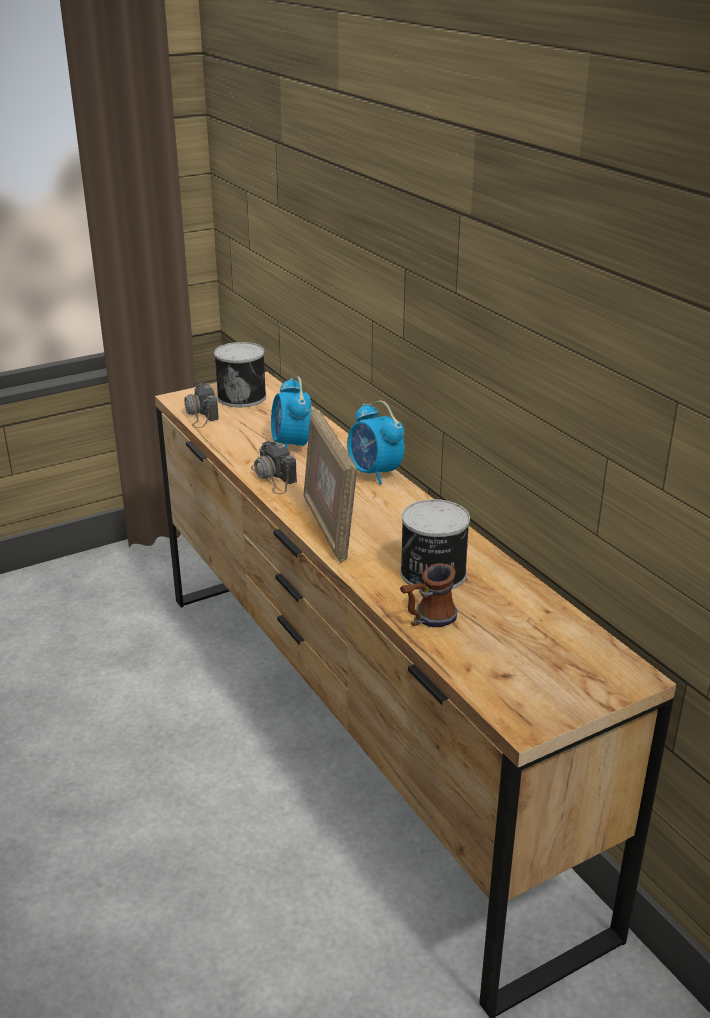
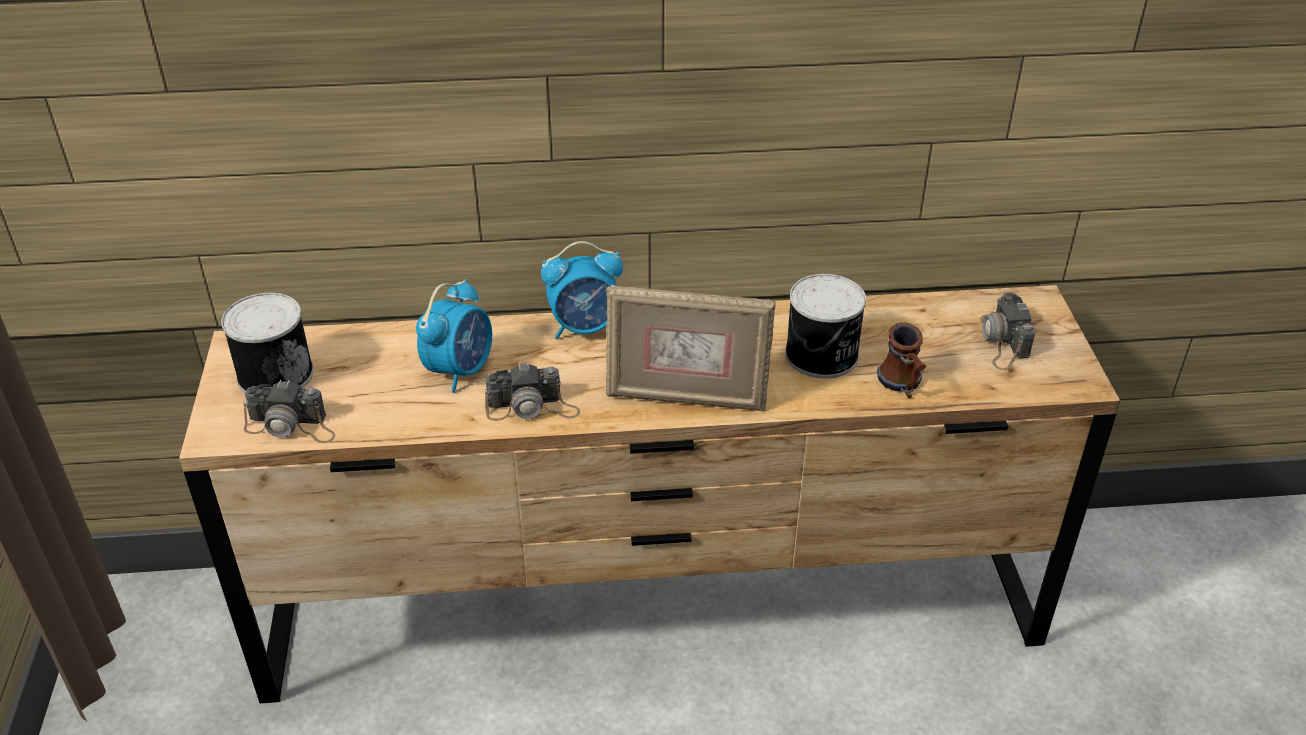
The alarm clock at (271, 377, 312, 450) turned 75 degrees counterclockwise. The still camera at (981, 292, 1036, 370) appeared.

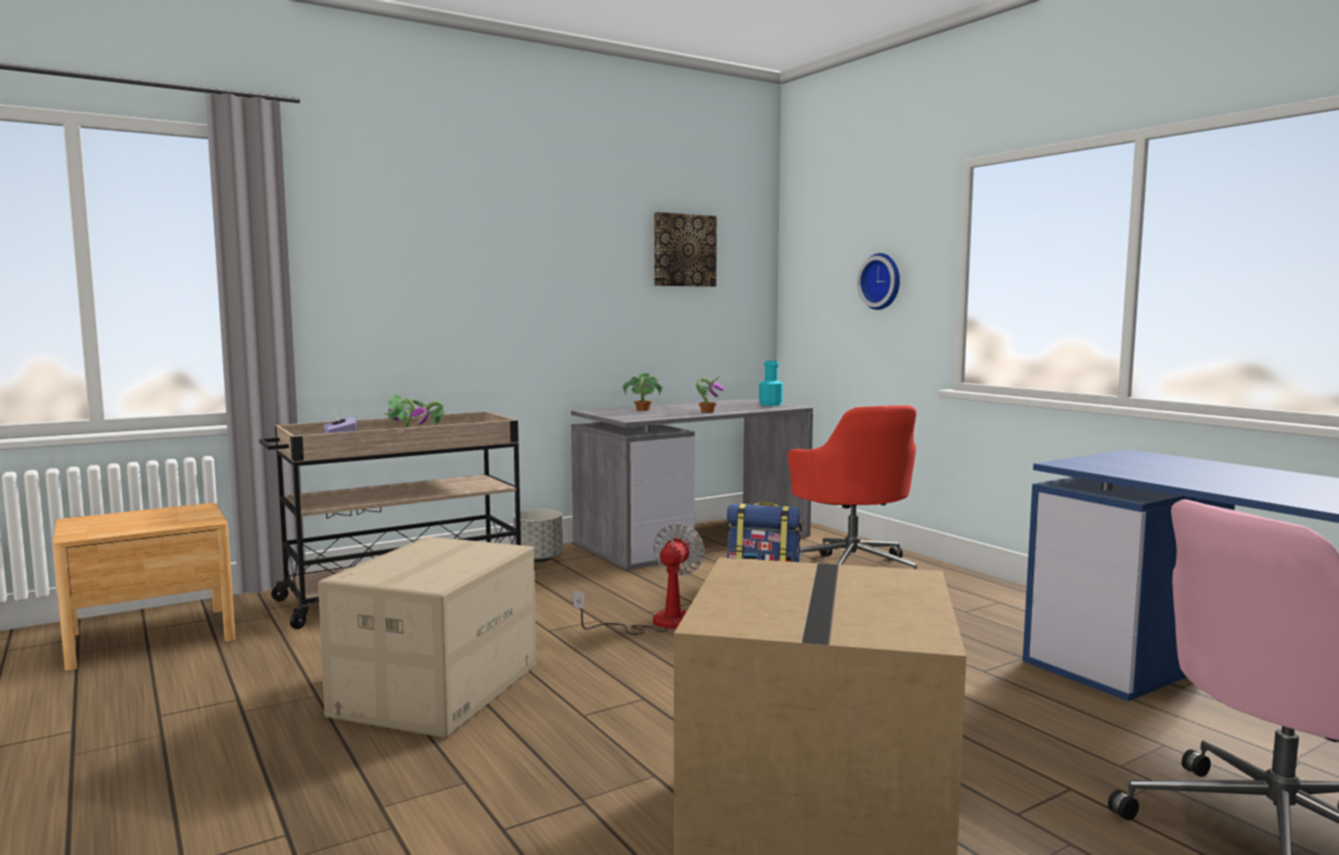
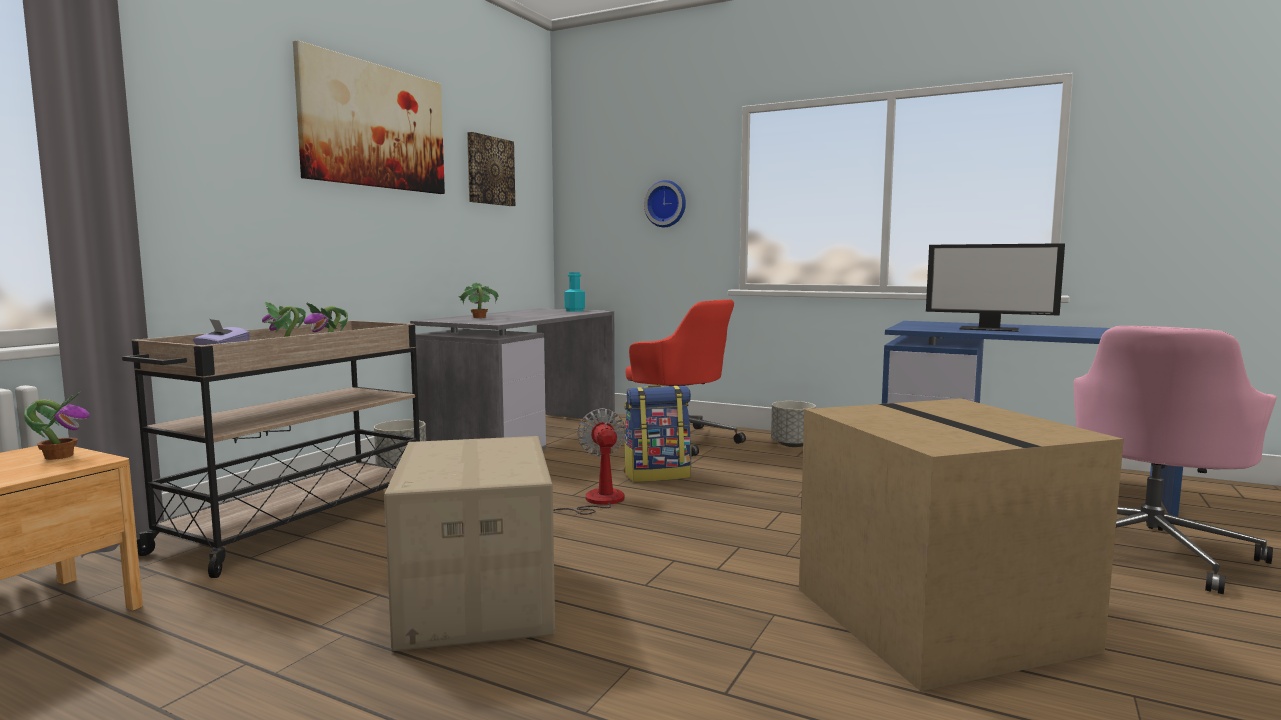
The houseplant moved from (696, 374, 724, 412) to (24, 390, 90, 460). The picture at (293, 40, 445, 194) appeared. The monitor at (926, 243, 1065, 332) appeared. The flower pot (gray) at (771, 401, 816, 447) appeared.

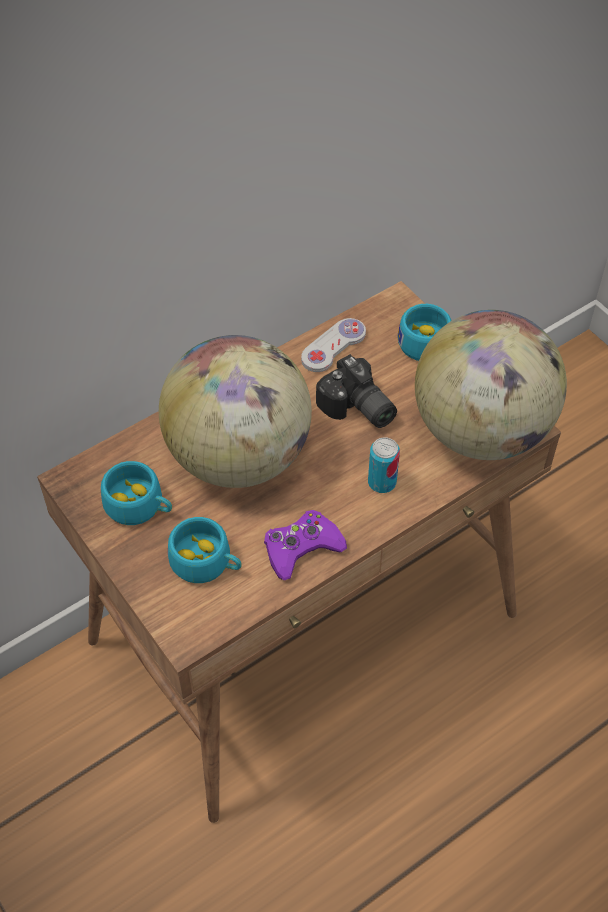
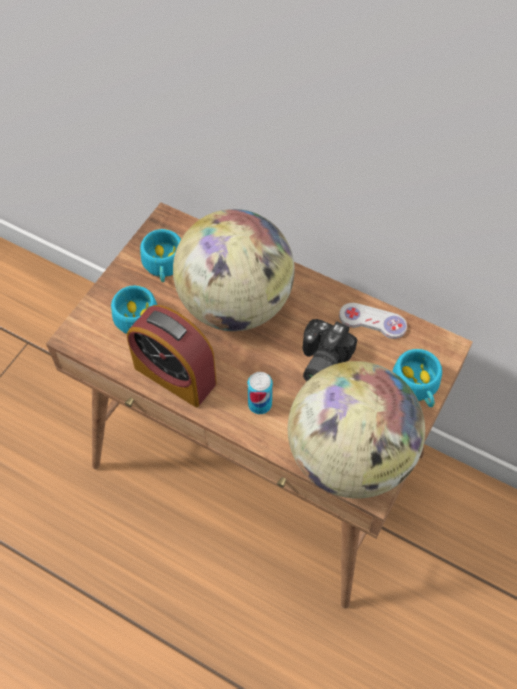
The joypad (purple-coloured) at (264, 510, 347, 580) was replaced by the alarm clock at (127, 305, 217, 407).

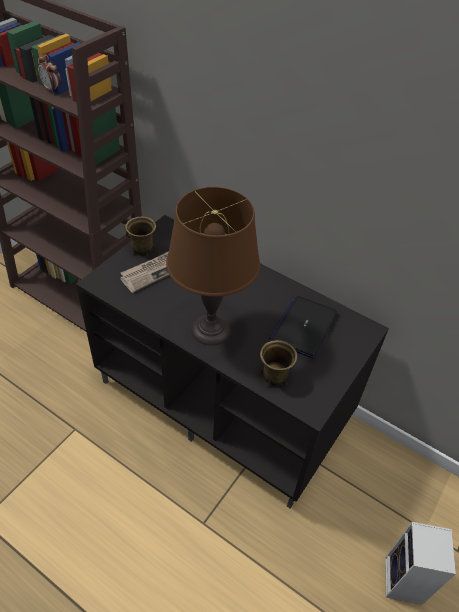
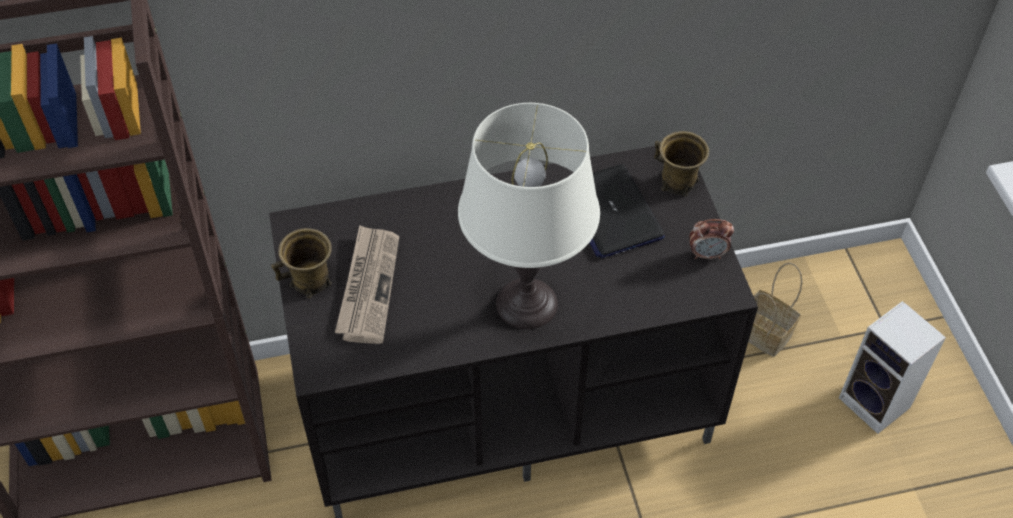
The alarm clock moved from (38, 53, 61, 94) to (690, 219, 734, 259). The lamp for a table (brown) at (166, 187, 260, 345) became the lamp for a table (whitish) at (458, 103, 600, 329). The mug (brown) moved from (260, 340, 297, 386) to (654, 131, 709, 196). The basket at (748, 263, 802, 357) appeared.

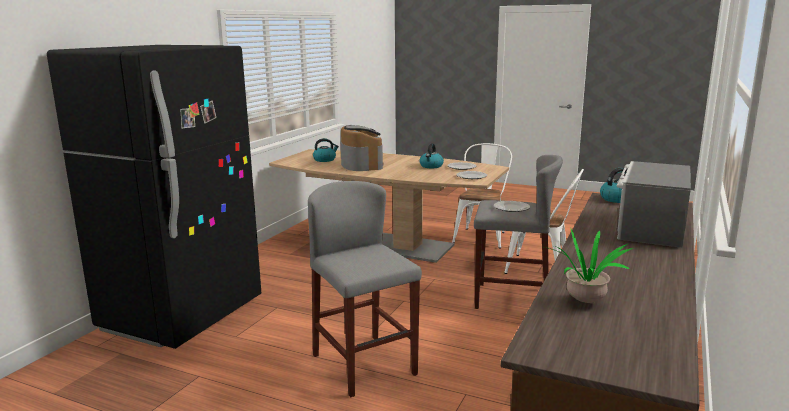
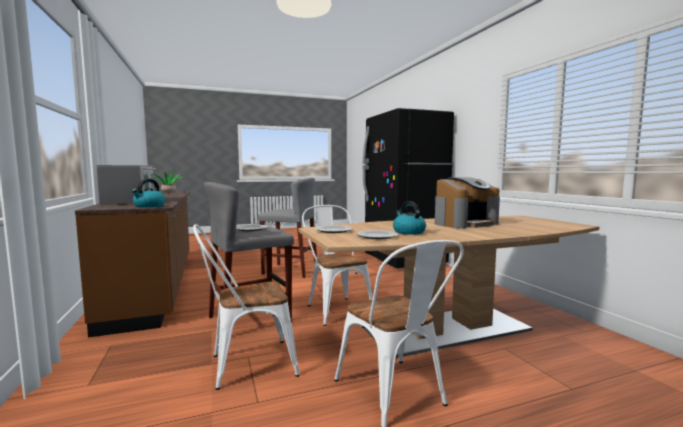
The coffee maker at (341, 125, 384, 171) turned 60 degrees counterclockwise. The kettle at (313, 138, 339, 162) disappeared. The plain chair (whitish) at (302, 205, 373, 326) appeared.

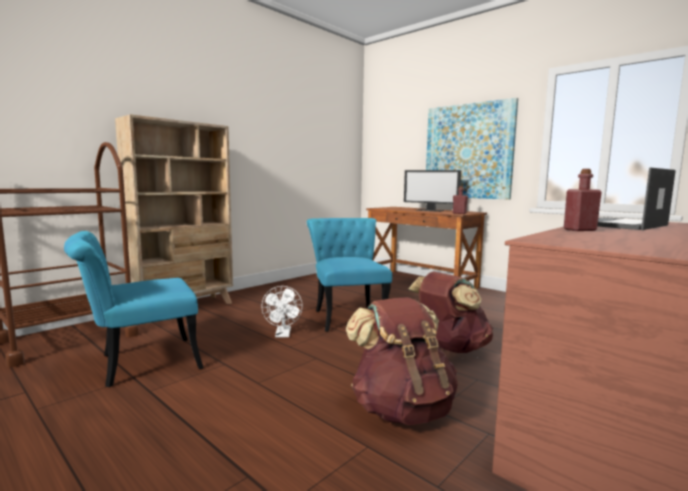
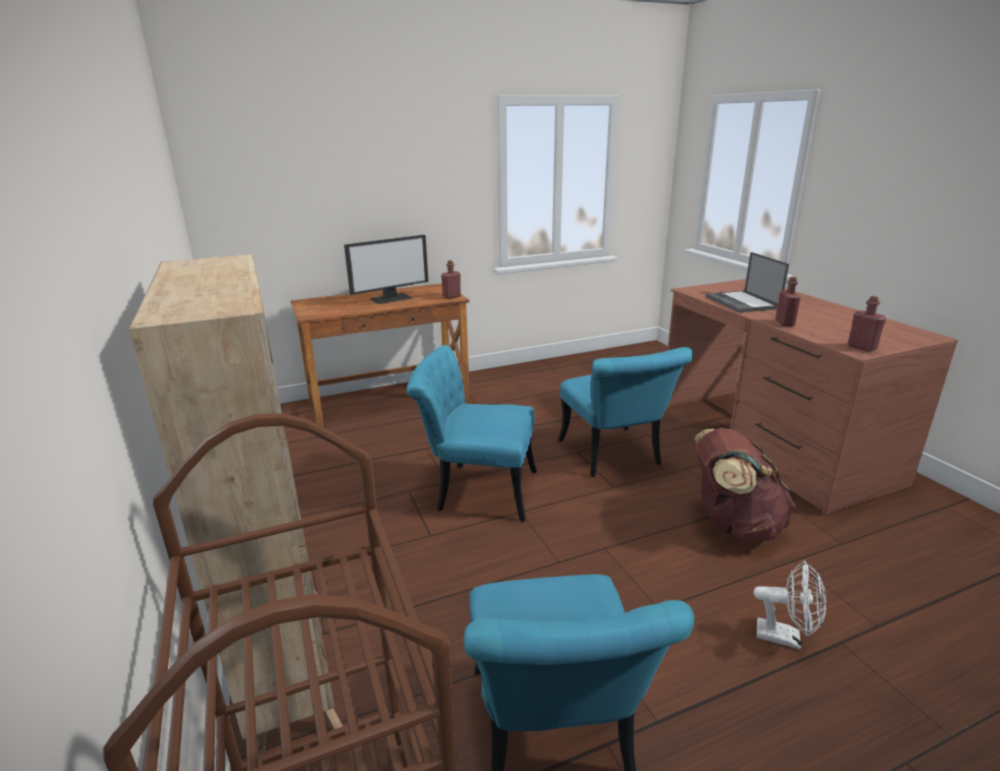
The picture at (426, 98, 518, 200) disappeared. The rucksack (brown) at (409, 272, 493, 353) was replaced by the plain chair (turquoise-coloured) at (558, 347, 693, 477). The fan (whitish) moved from (261, 286, 303, 337) to (754, 561, 826, 649). The beverage bottle (reddish) at (848, 296, 886, 352) appeared.

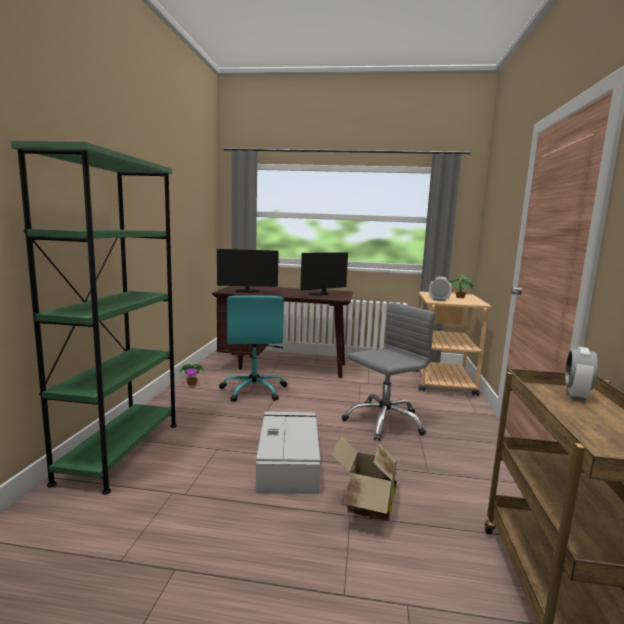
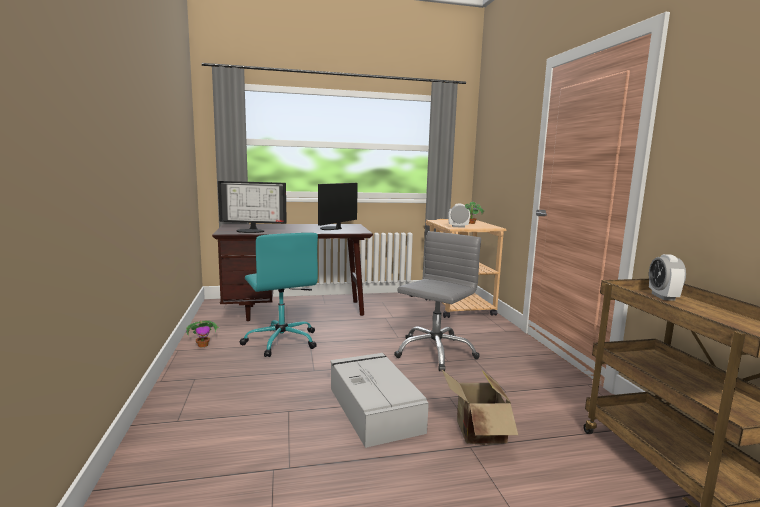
The shelving unit (green-coloured) at (11, 141, 177, 495) disappeared. The monitor at (217, 249, 279, 293) turned 150 degrees counterclockwise.

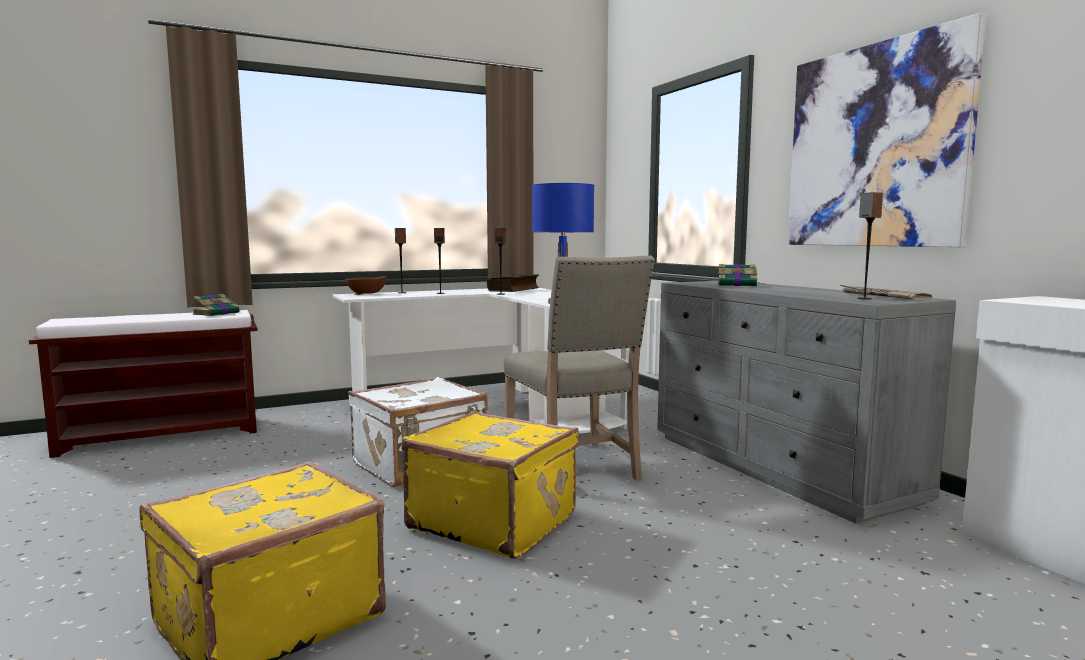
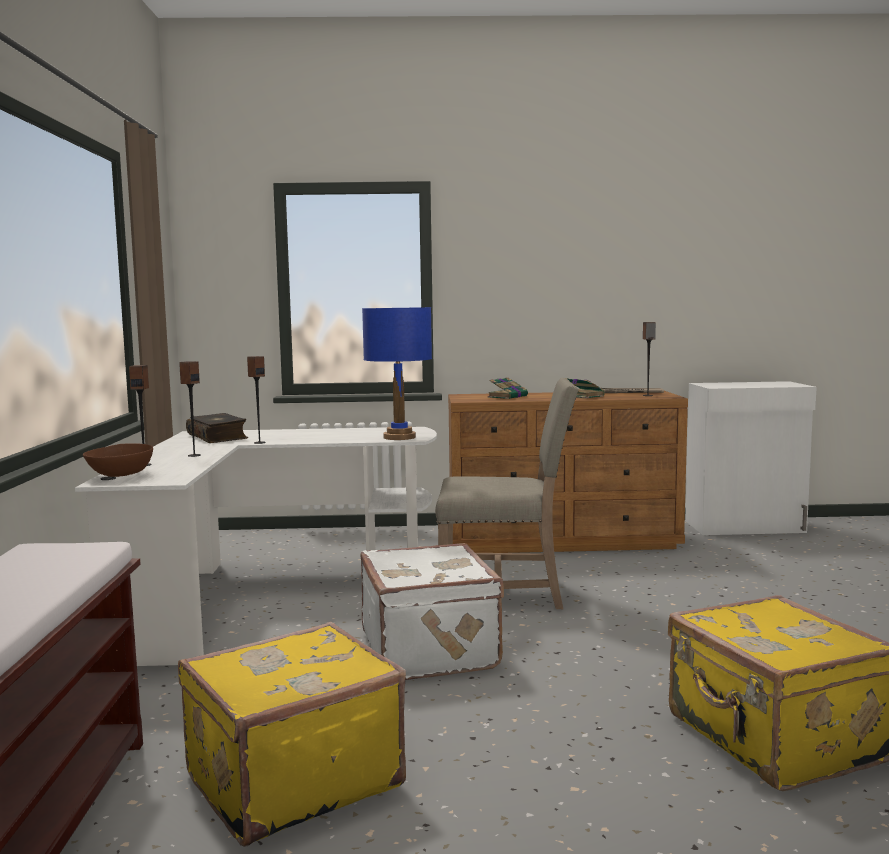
The picture at (788, 13, 986, 247) disappeared. The chest of drawers (gray) at (657, 281, 956, 524) became the chest of drawers (brown) at (448, 391, 688, 553). The volume moved from (193, 294, 239, 316) to (566, 378, 604, 399). The travel case (yellow-coloured) moved from (401, 411, 579, 559) to (178, 622, 406, 847).

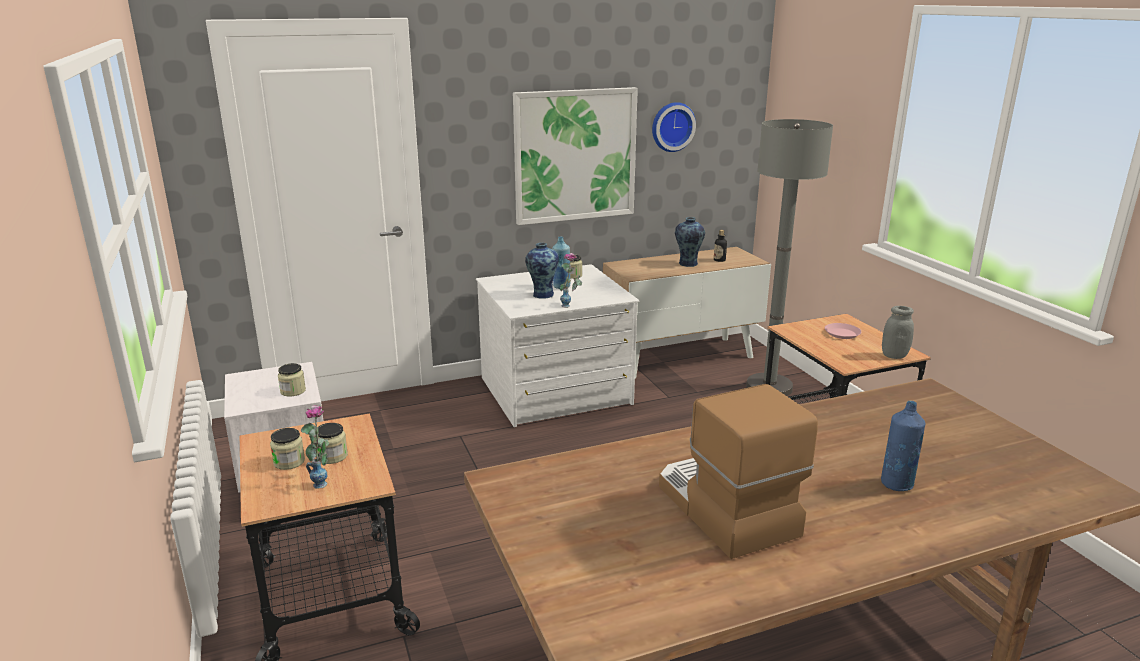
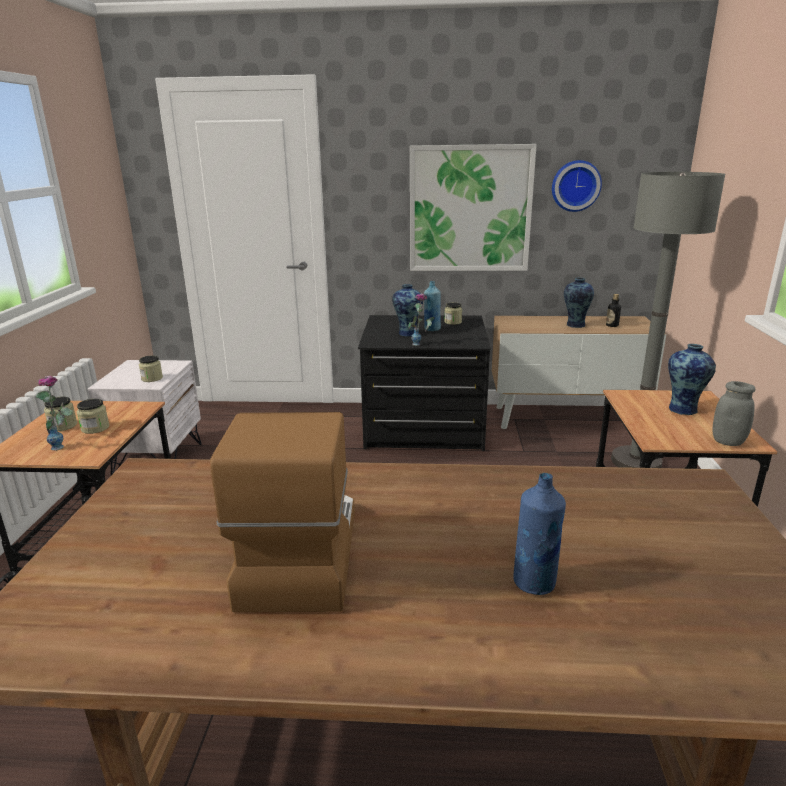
The chest of drawers (whitish) at (476, 264, 639, 427) became the chest of drawers (black-coloured) at (358, 315, 491, 451). The plate (pinkish) at (825, 323, 861, 339) was replaced by the decorative vase at (668, 344, 716, 416).

